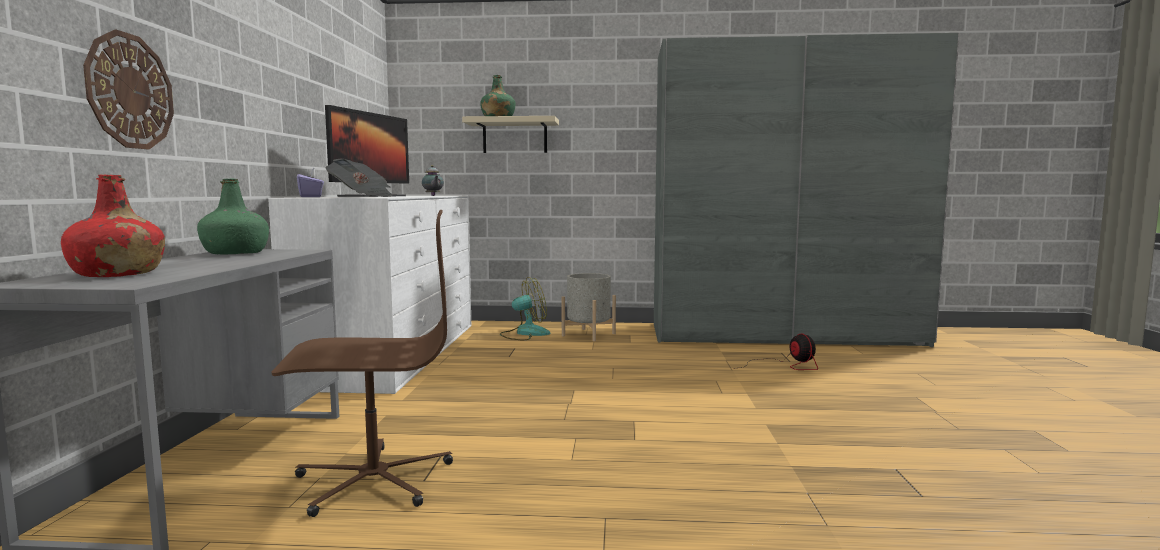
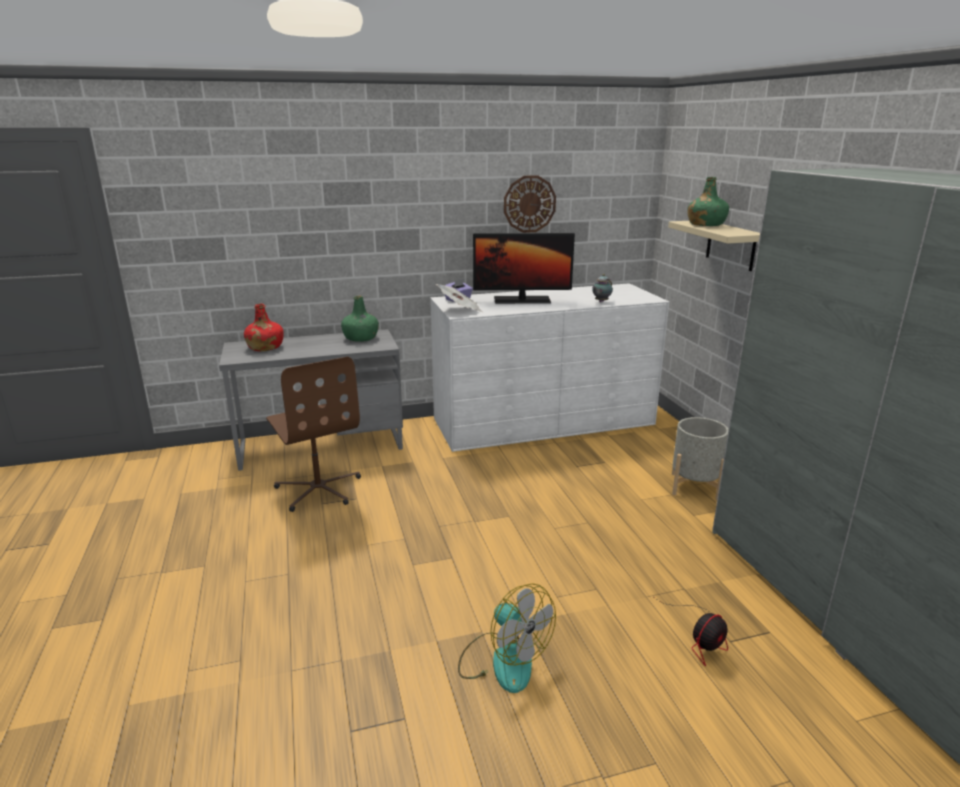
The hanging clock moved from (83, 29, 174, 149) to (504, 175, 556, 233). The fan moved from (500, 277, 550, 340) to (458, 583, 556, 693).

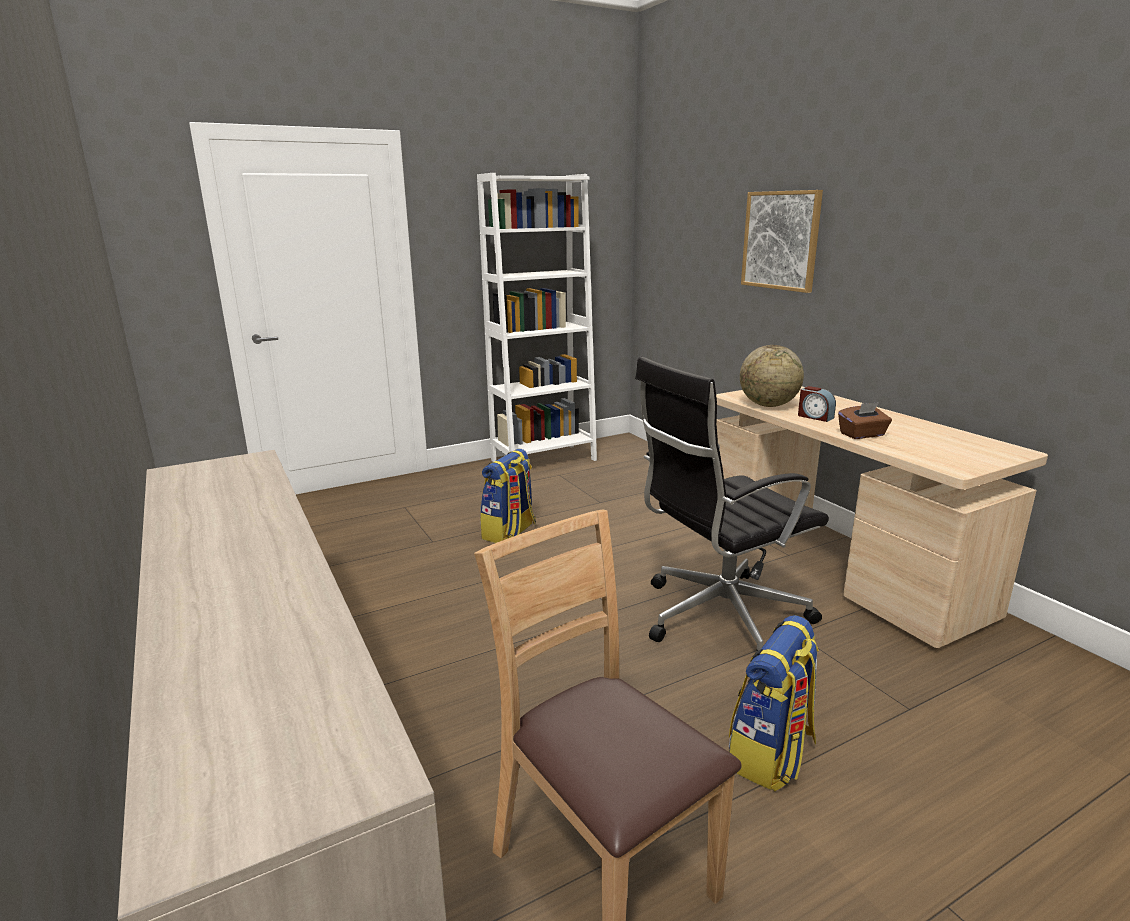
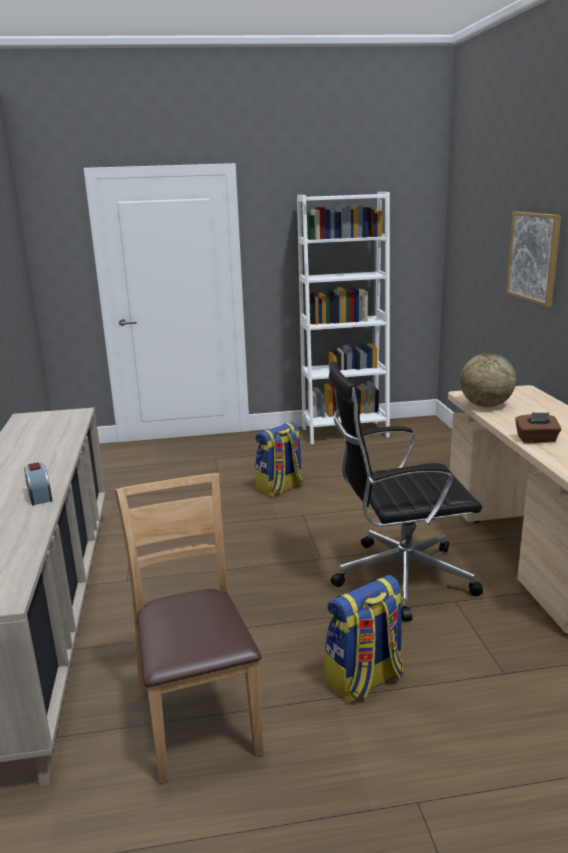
The alarm clock moved from (798, 386, 836, 422) to (24, 462, 52, 505).

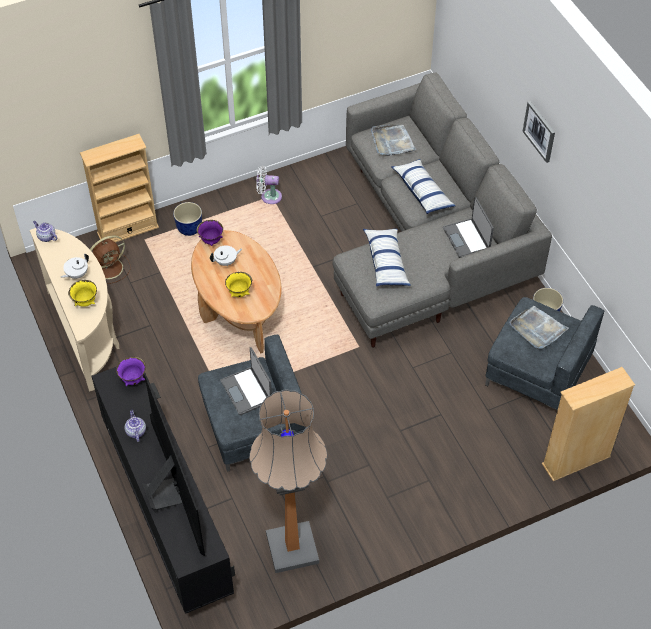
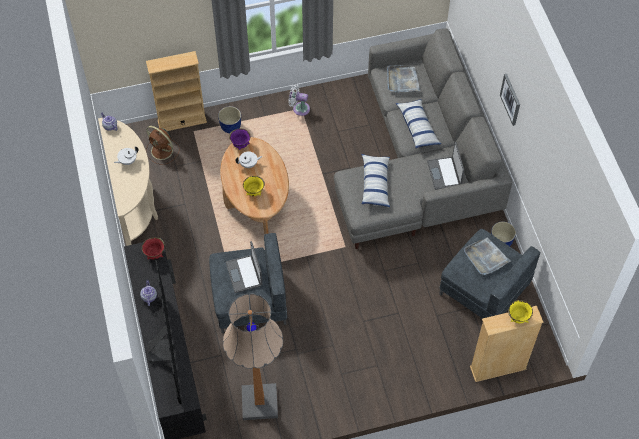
The fan (brown) at (90, 236, 130, 284) turned 60 degrees clockwise. The deep dish (yellow-coloured) moved from (68, 280, 97, 307) to (508, 300, 533, 323). The deep dish (purple-coloured) at (116, 357, 146, 386) became the deep dish (reddish) at (142, 237, 165, 260).

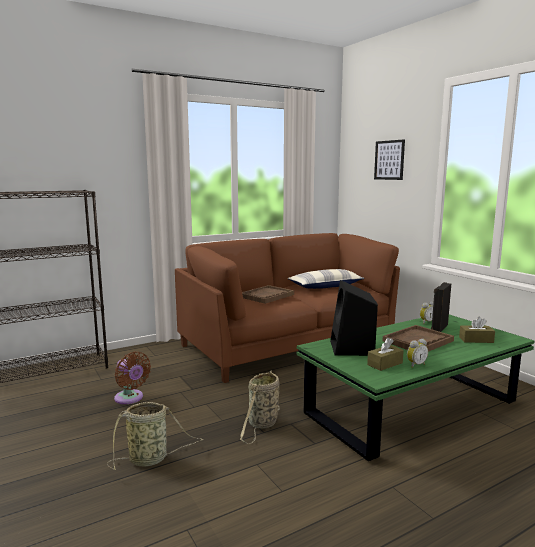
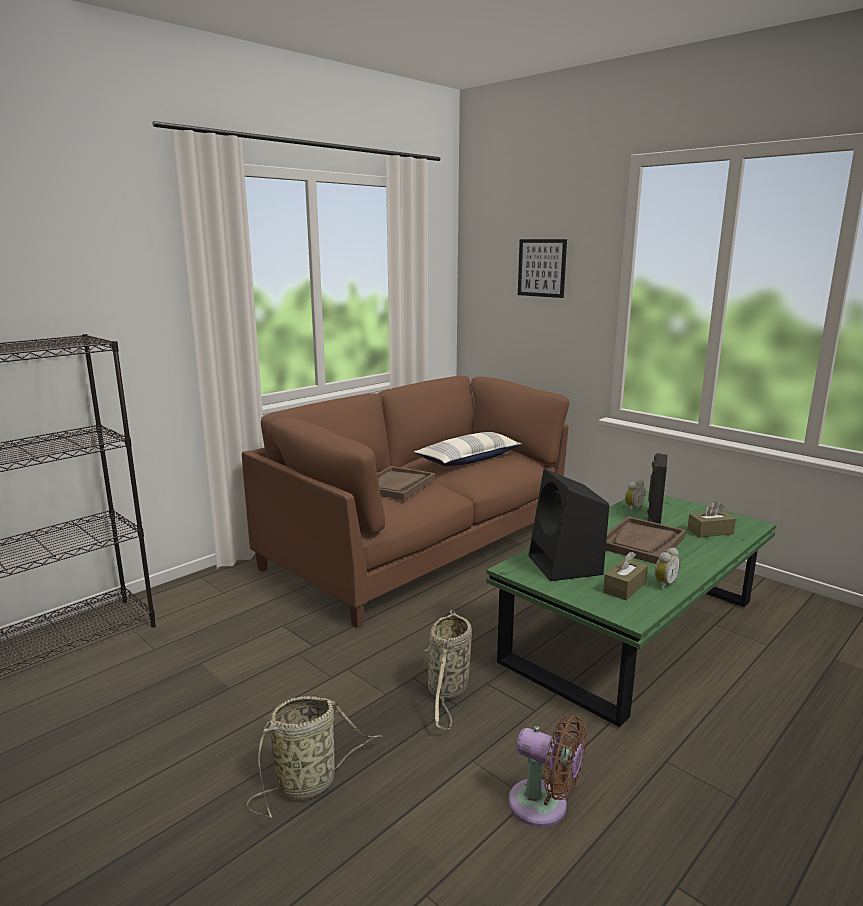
The fan (brown) moved from (114, 352, 151, 404) to (509, 715, 587, 827).

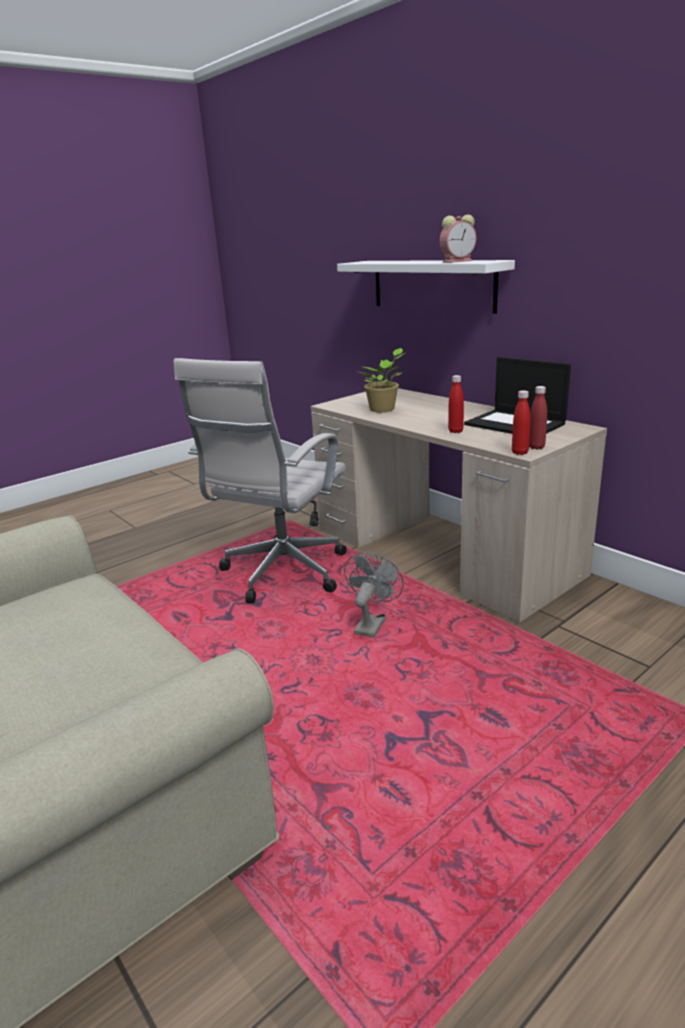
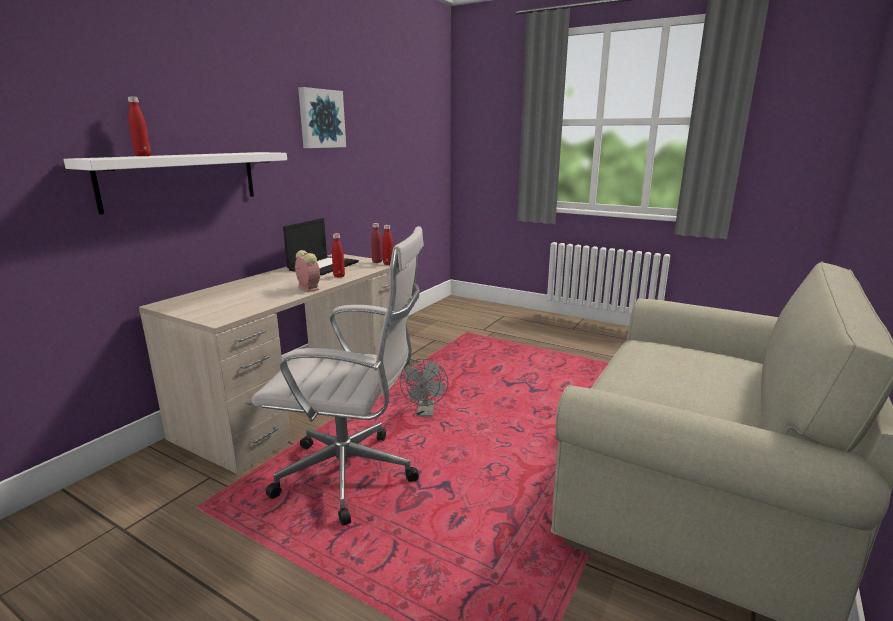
The alarm clock moved from (440, 215, 476, 263) to (295, 250, 320, 292). The houseplant at (360, 348, 405, 412) disappeared. The fan (gray) at (344, 552, 404, 638) turned 90 degrees counterclockwise. The picture at (298, 87, 346, 148) appeared. The beverage bottle (reddish) at (128, 96, 151, 156) appeared.

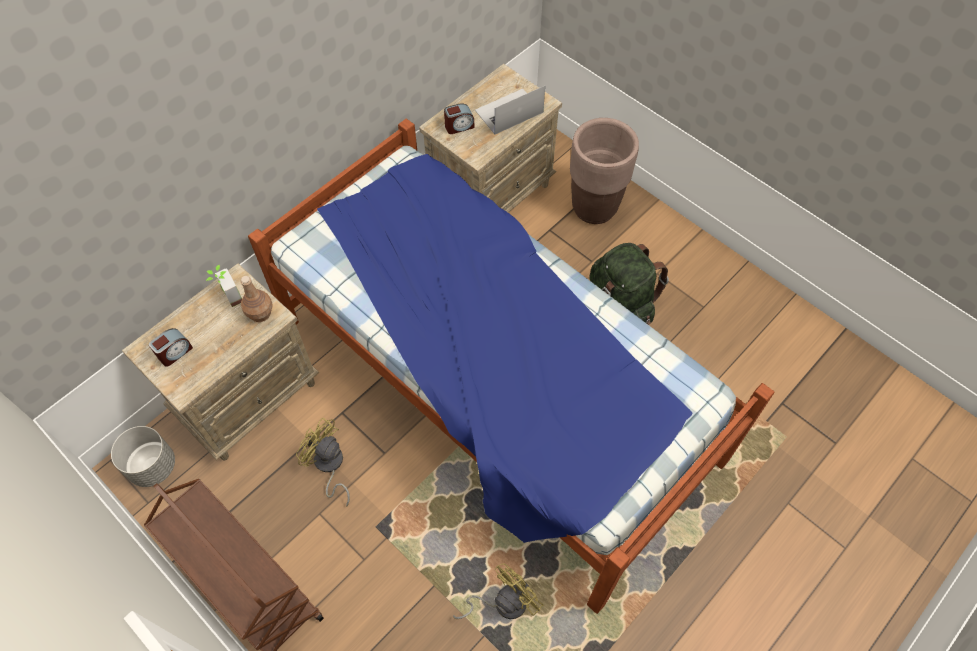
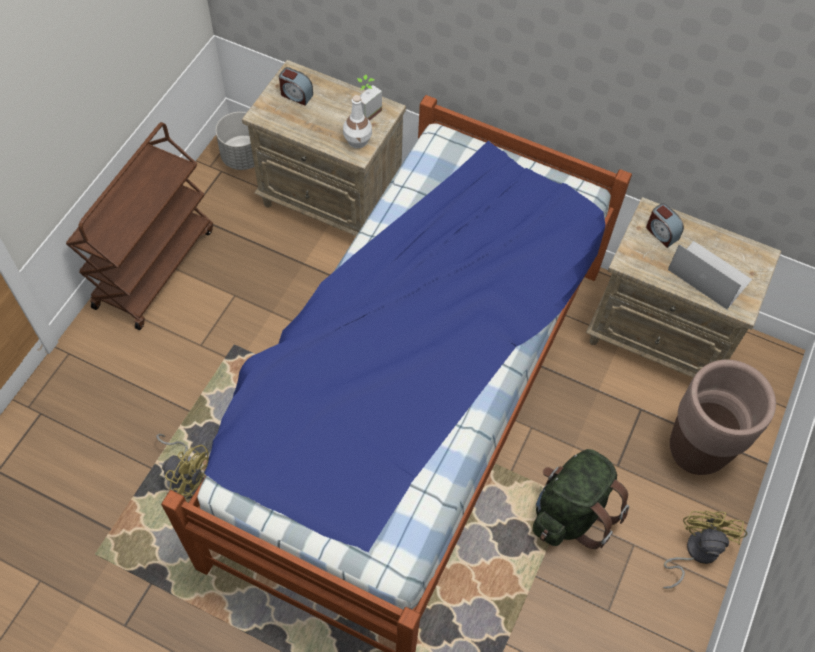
The beverage bottle (brown) at (240, 276, 272, 322) became the beverage bottle (whitish) at (343, 95, 372, 148). The fan (yellow-coloured) moved from (296, 418, 350, 507) to (663, 511, 747, 589).

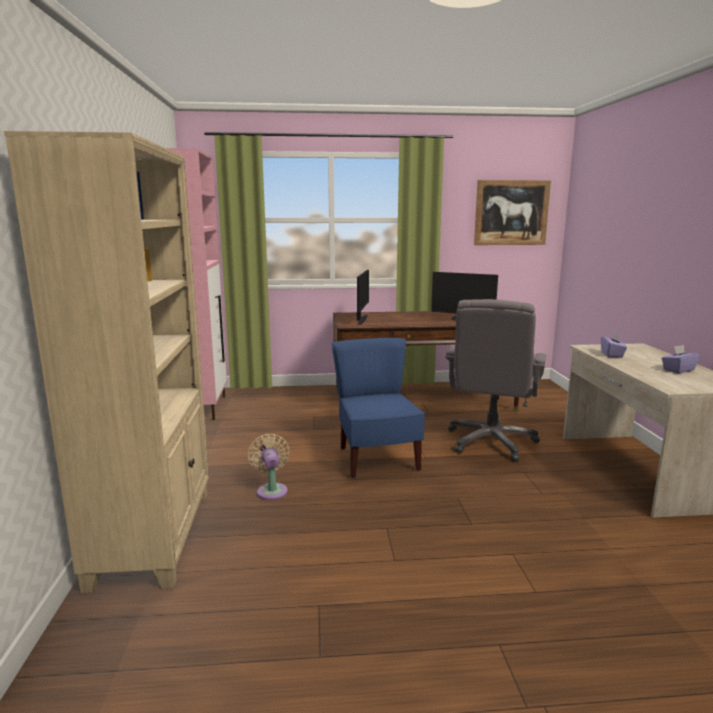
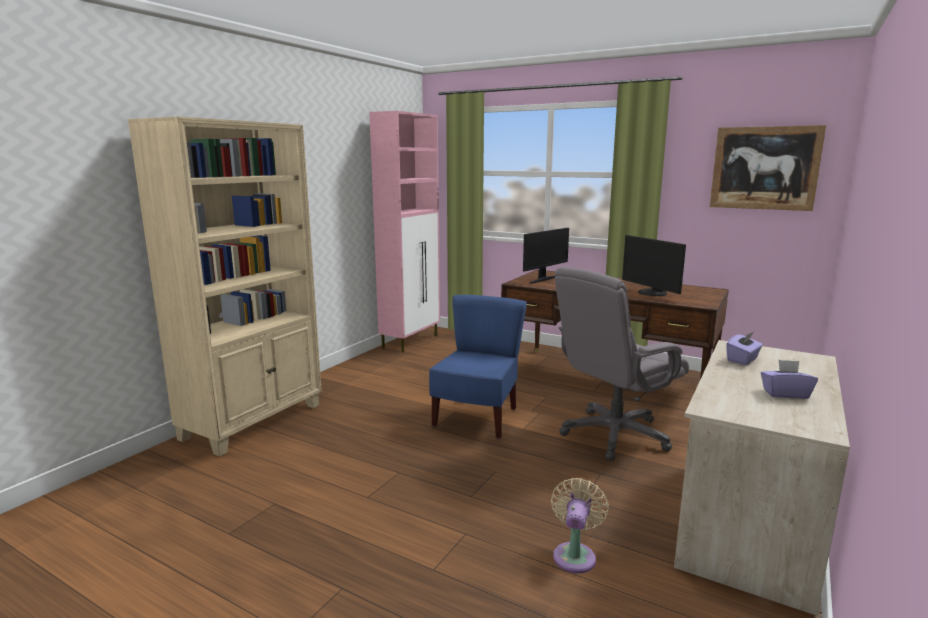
The fan (beige-coloured) moved from (248, 434, 290, 500) to (551, 478, 609, 573).

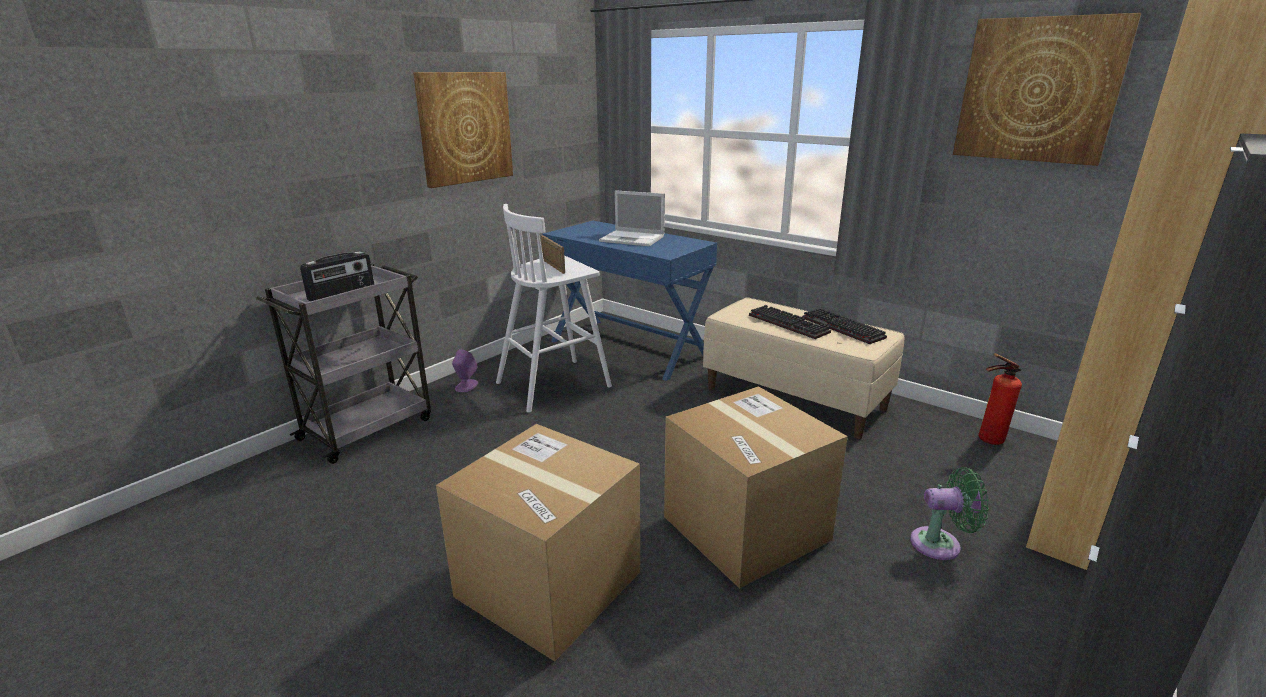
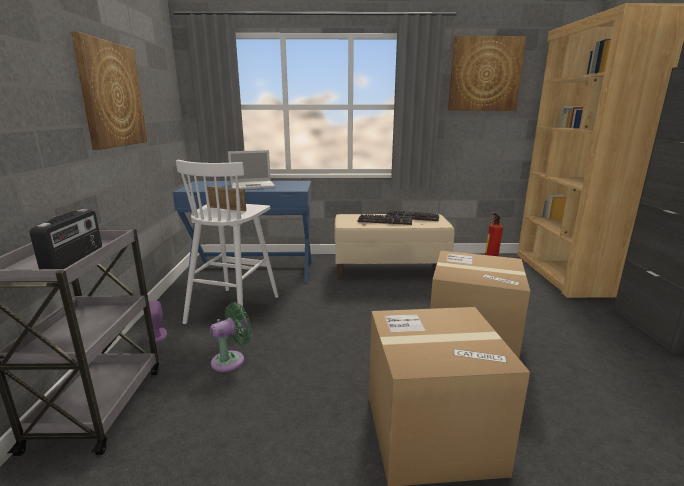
The fan (green-coloured) moved from (910, 467, 989, 560) to (210, 302, 252, 372).

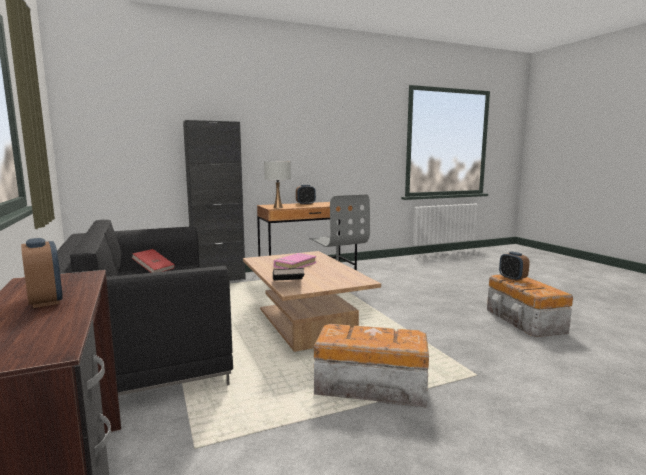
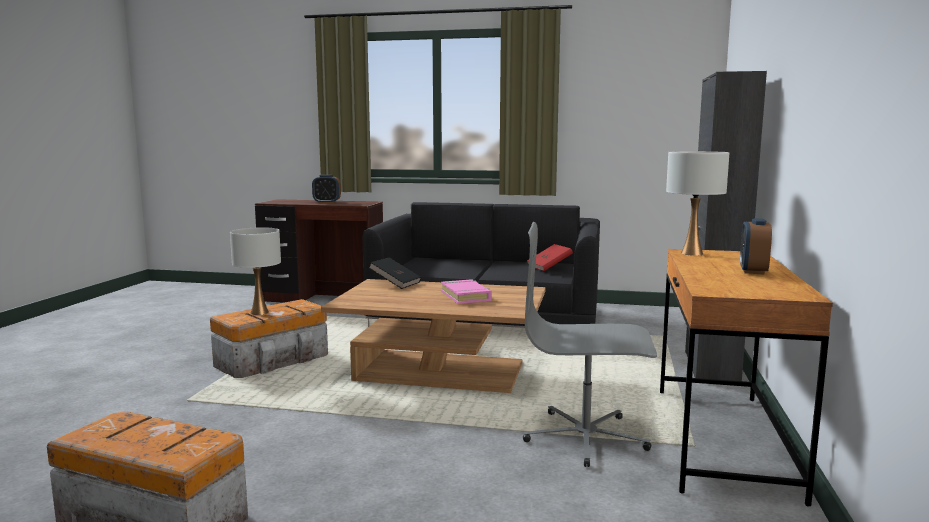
The alarm clock at (499, 252, 530, 281) disappeared. The lamp for a table (whitish) at (230, 227, 281, 315) appeared.

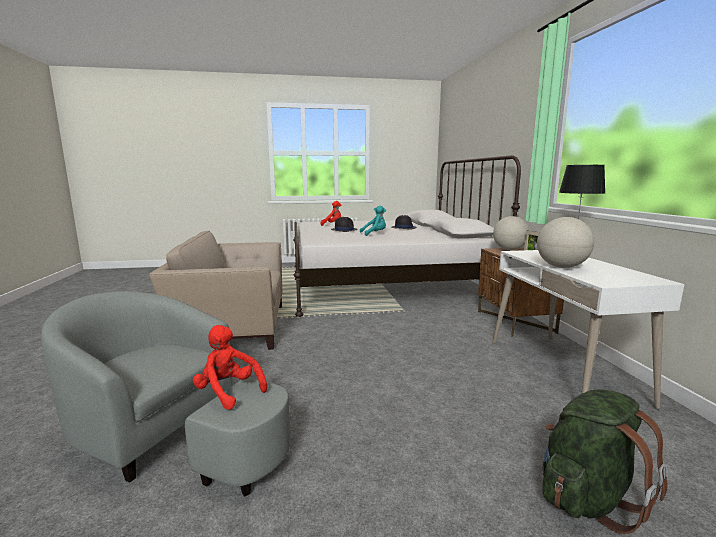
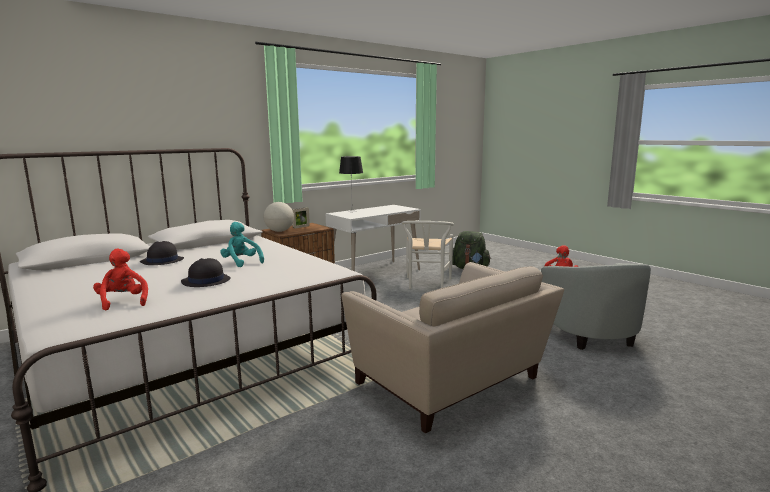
The globe at (537, 217, 594, 268) disappeared. The plain chair (whitish) at (402, 221, 454, 289) appeared.

